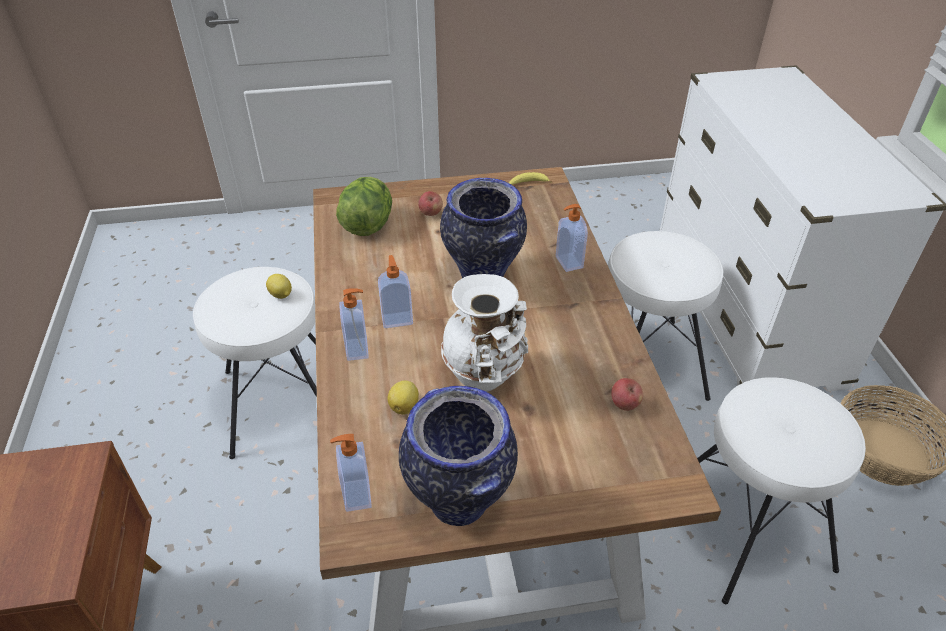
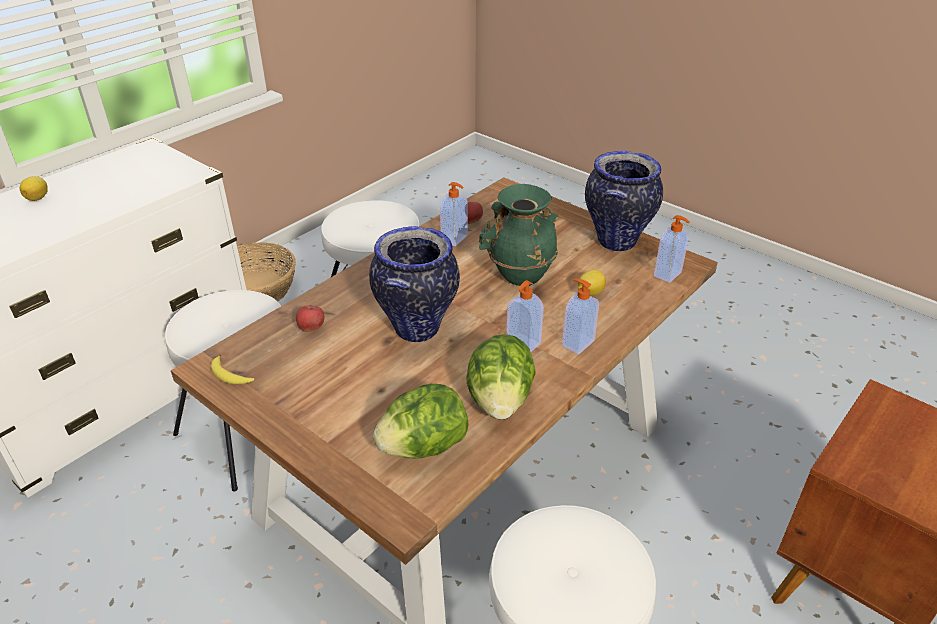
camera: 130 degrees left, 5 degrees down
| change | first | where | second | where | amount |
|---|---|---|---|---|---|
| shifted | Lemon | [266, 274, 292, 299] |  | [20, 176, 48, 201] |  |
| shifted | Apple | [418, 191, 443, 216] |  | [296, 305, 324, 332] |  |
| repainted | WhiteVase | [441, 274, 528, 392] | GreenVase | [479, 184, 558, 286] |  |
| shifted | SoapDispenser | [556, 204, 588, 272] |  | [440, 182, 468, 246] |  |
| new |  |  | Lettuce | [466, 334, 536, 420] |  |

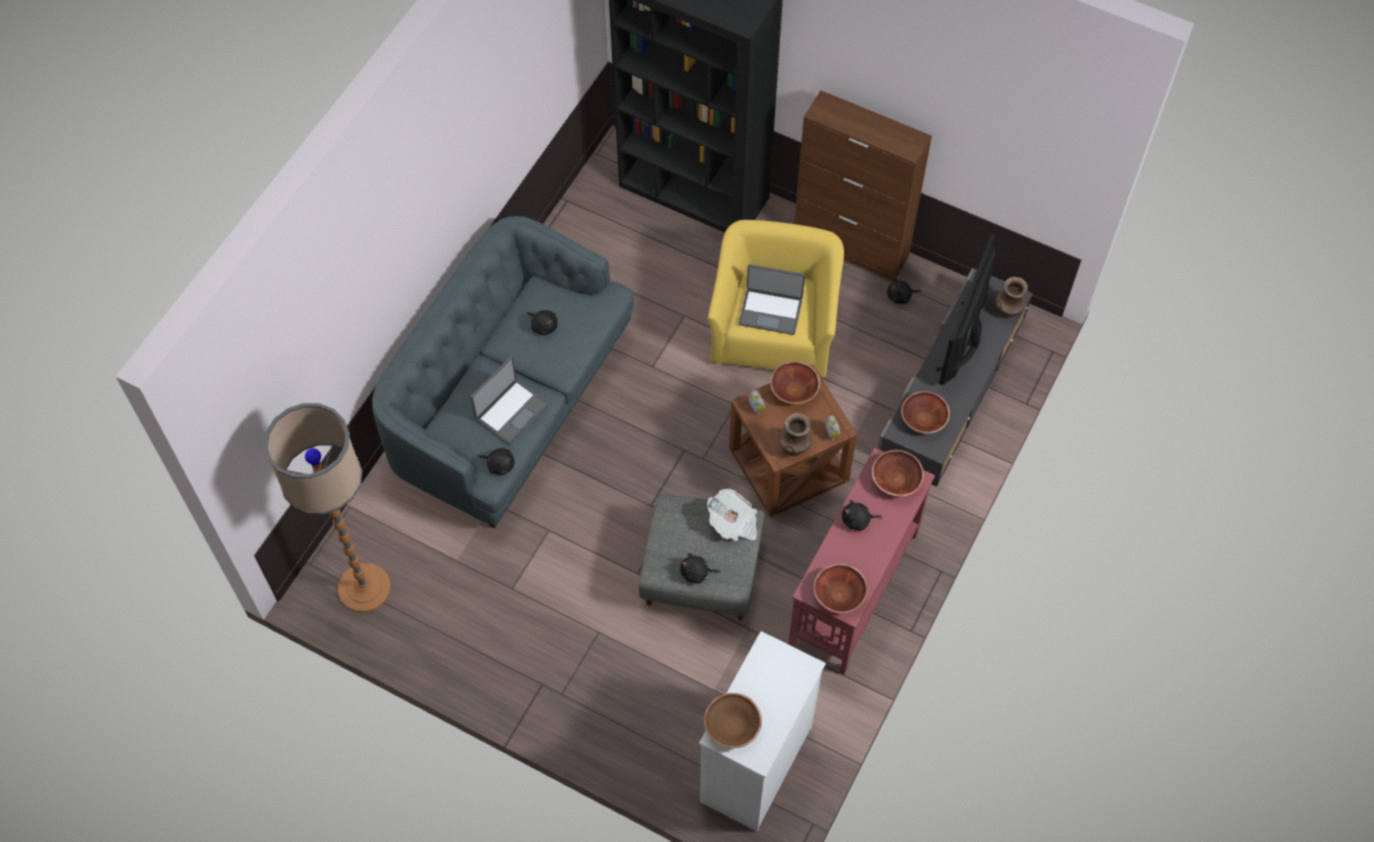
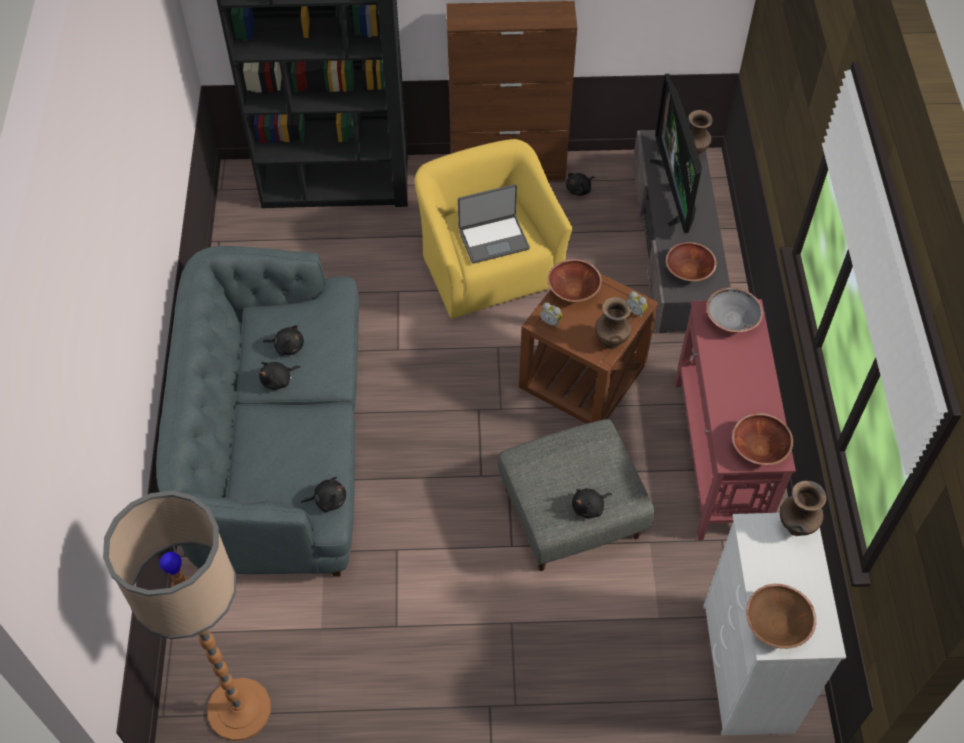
camera: 30 degrees left, 5 degrees down
| change | first | where | second | where | amount |
|---|---|---|---|---|---|
| gone | Laptop | [471, 357, 549, 445] |  |  |  |
| gone | Newspaper | [707, 489, 757, 541] |  |  |  |
| shifted | BlackPlushToy | [842, 500, 882, 531] |  | [259, 362, 300, 390] |  |
| repainted | BrownBowl | [872, 450, 924, 497] | GreyBowl | [706, 287, 763, 332] |  |
| new |  |  | BrownVase | [780, 481, 827, 536] |  |

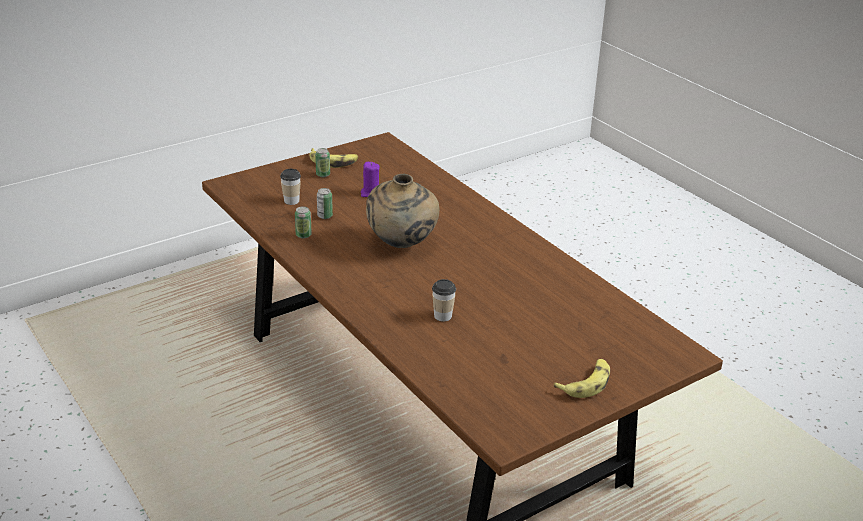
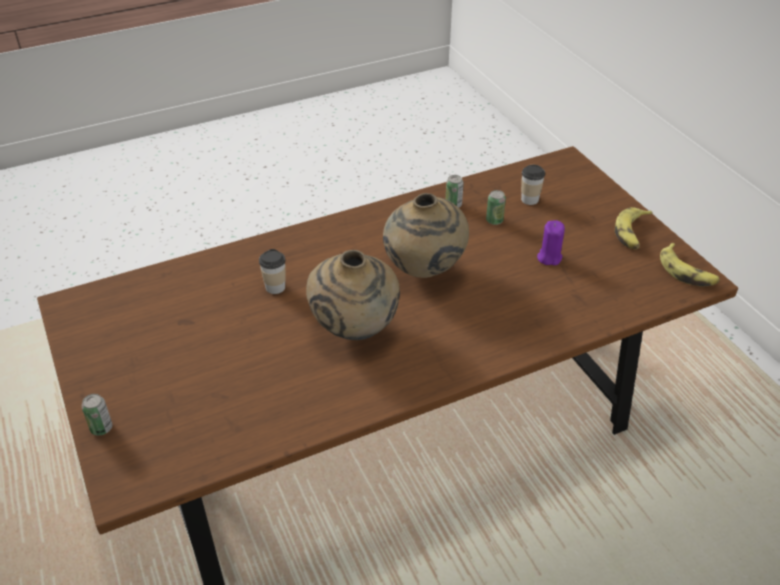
camera: 100 degrees right, 10 degrees up
| change | first | where | second | where | amount |
|---|---|---|---|---|---|
| shifted | Can | [315, 148, 330, 177] |  | [82, 394, 113, 436] |  |
| shifted | Banana | [554, 359, 610, 398] |  | [660, 243, 720, 286] |  |
| new |  |  | BeigeVase | [306, 250, 400, 340] |  |

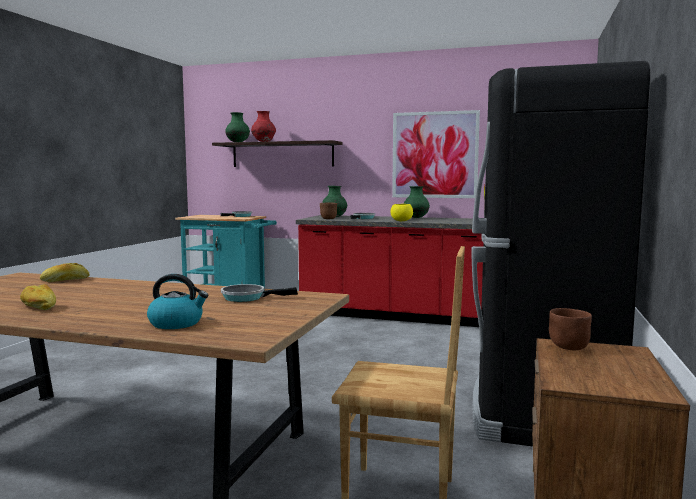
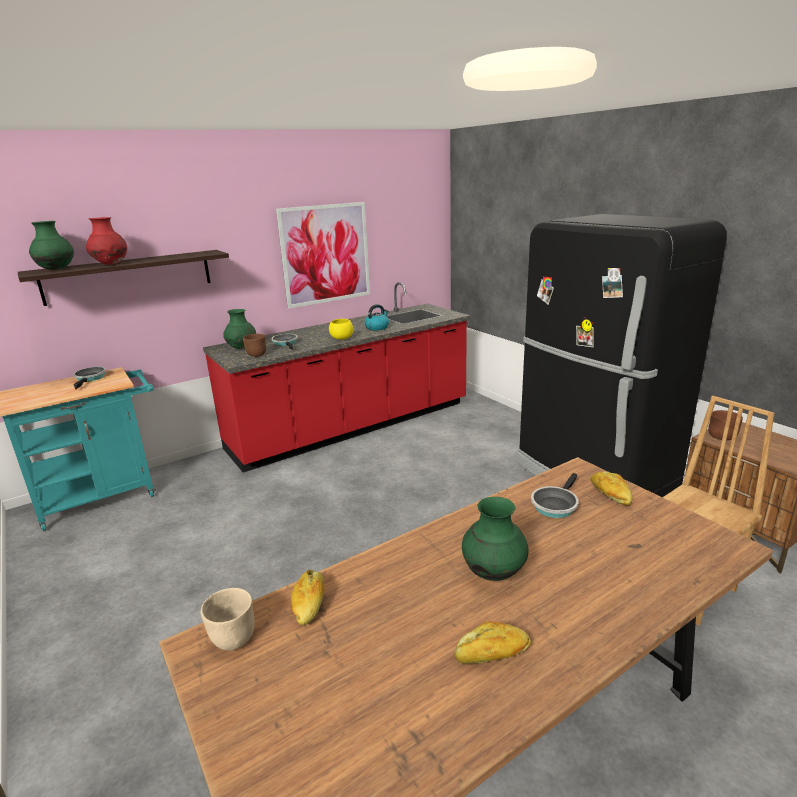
camera: 50 degrees left, 15 degrees up
| change | first | where | second | where | amount |
|---|---|---|---|---|---|
| shifted | Kettle | [147, 274, 208, 329] |  | [364, 304, 389, 330] |  |
| shifted | GreenVase | [404, 186, 430, 218] |  | [462, 497, 529, 581] |  |
| new |  |  | BeigeBowl | [201, 588, 254, 650] |  |
| new |  |  | Bread | [591, 471, 633, 505] |  |

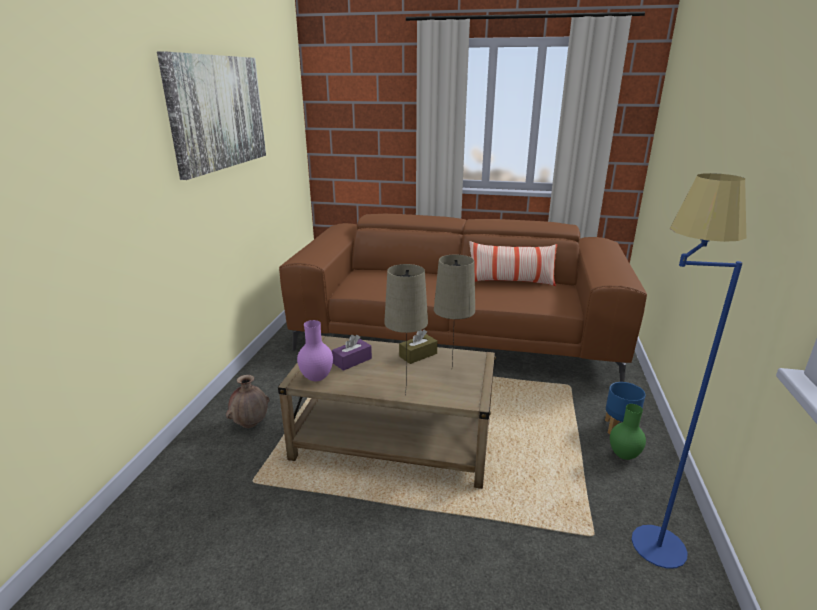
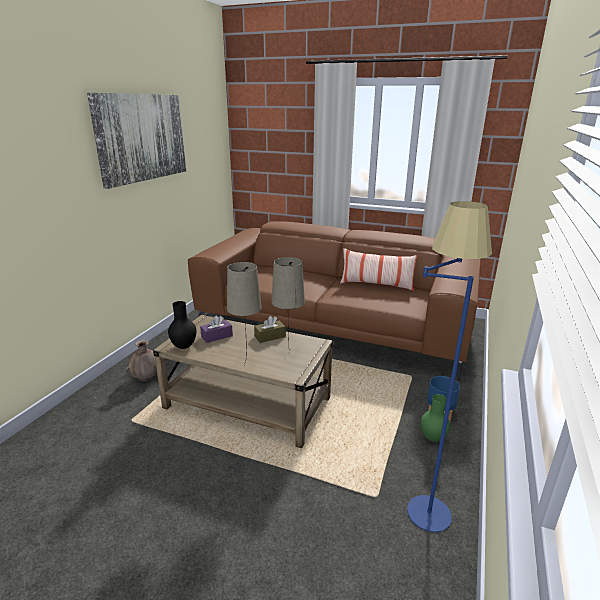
camera: 10 degrees right, 0 degrees up
| change | first | where | second | where | amount |
|---|---|---|---|---|---|
| repainted | PurpleVase | [297, 320, 333, 381] | BlackVase | [168, 301, 196, 349] |  |

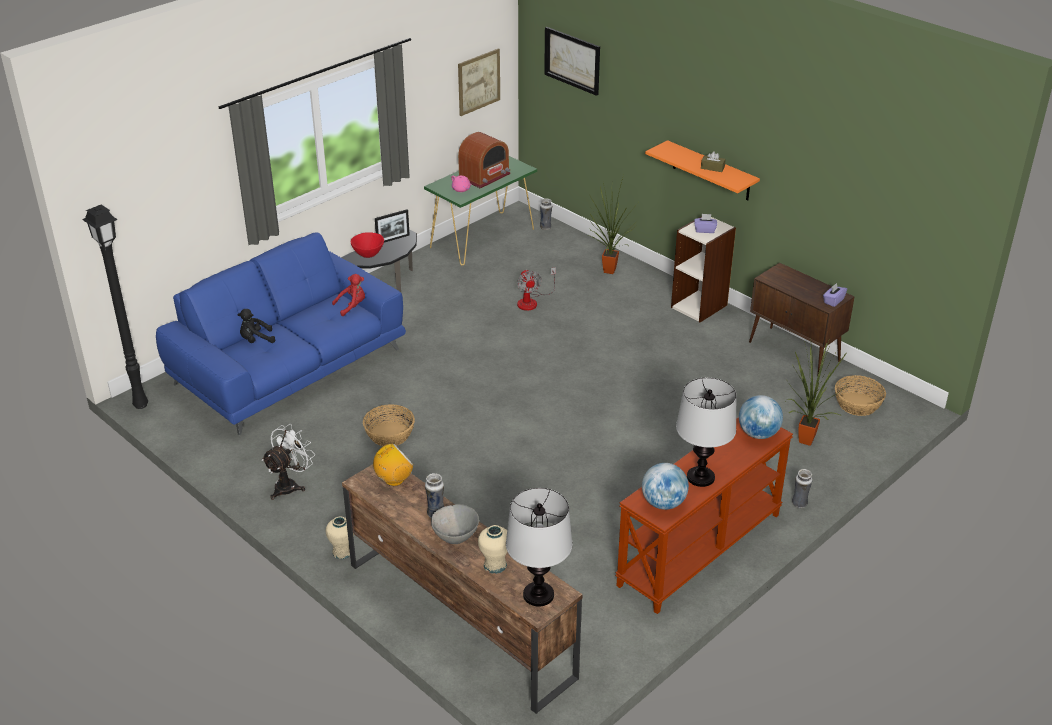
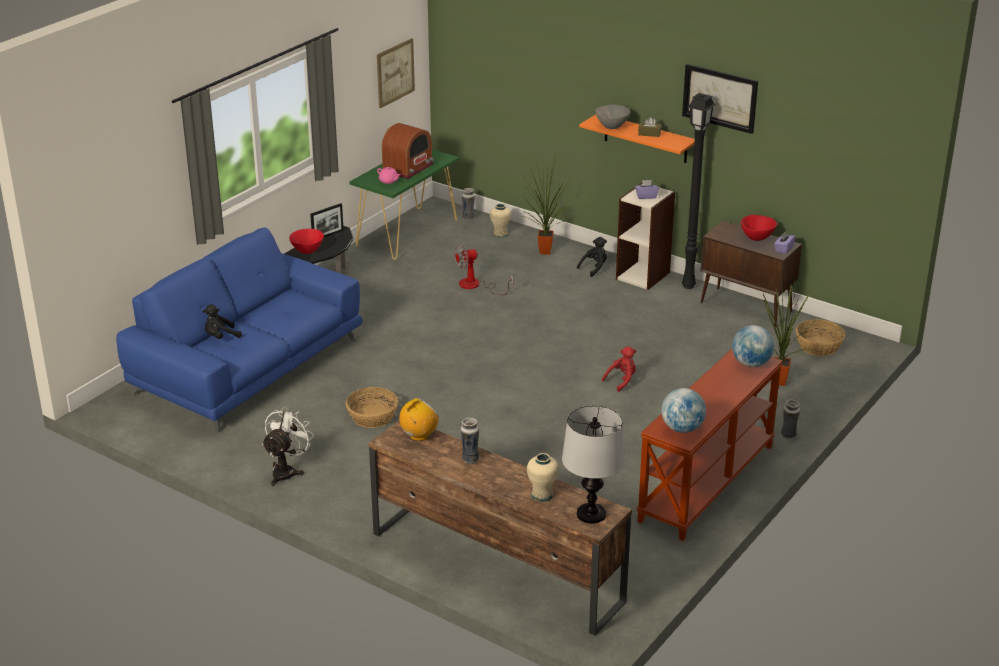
camera: 10 degrees left, 5 degrees down
| change | first | where | second | where | amount |
|---|---|---|---|---|---|
| shifted | BlackFloorLamp | [82, 205, 148, 409] |  | [682, 93, 717, 289] |  |
| shifted | BeigeVase | [326, 516, 354, 559] |  | [490, 204, 511, 238] |  |
| shifted | RedPlushToy | [332, 274, 365, 316] |  | [602, 346, 636, 392] |  |
| shifted | GreyBowl | [431, 504, 479, 544] |  | [595, 104, 630, 129] |  |
| rotated | Fan | [517, 267, 556, 311] |  | [454, 245, 513, 295] | 90 degrees clockwise |
| shifted | Picture | [544, 27, 600, 96] |  | [682, 64, 758, 134] |  |
| gone | TableLamp | [676, 377, 737, 487] |  |  |  |
| new |  |  | BlackPlushToy | [577, 237, 607, 277] |  |
| new |  |  | RedBowl | [741, 215, 777, 241] |  |

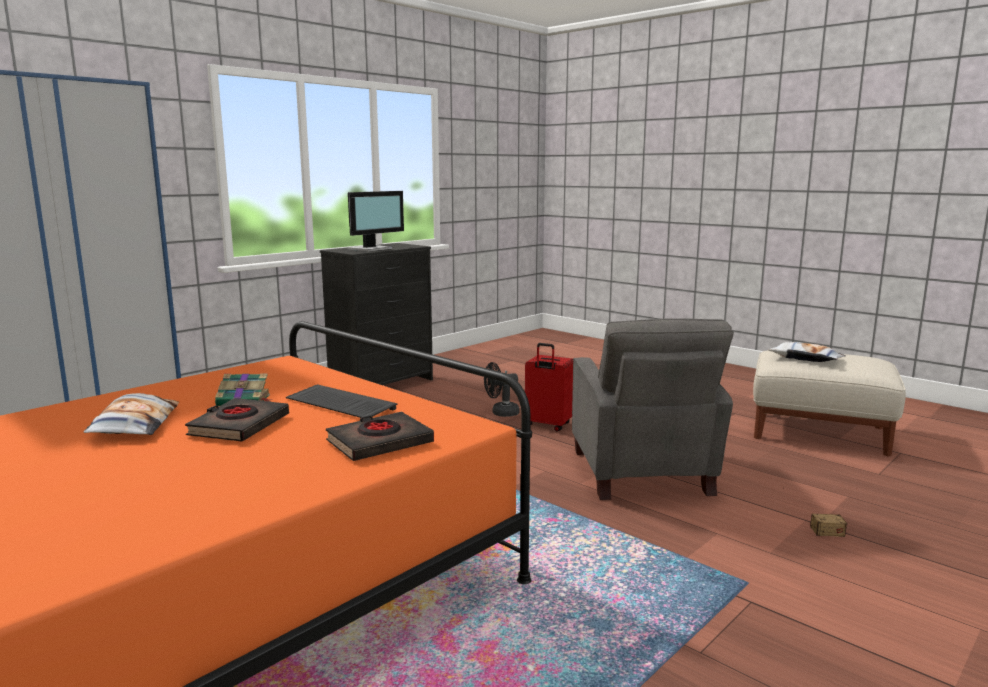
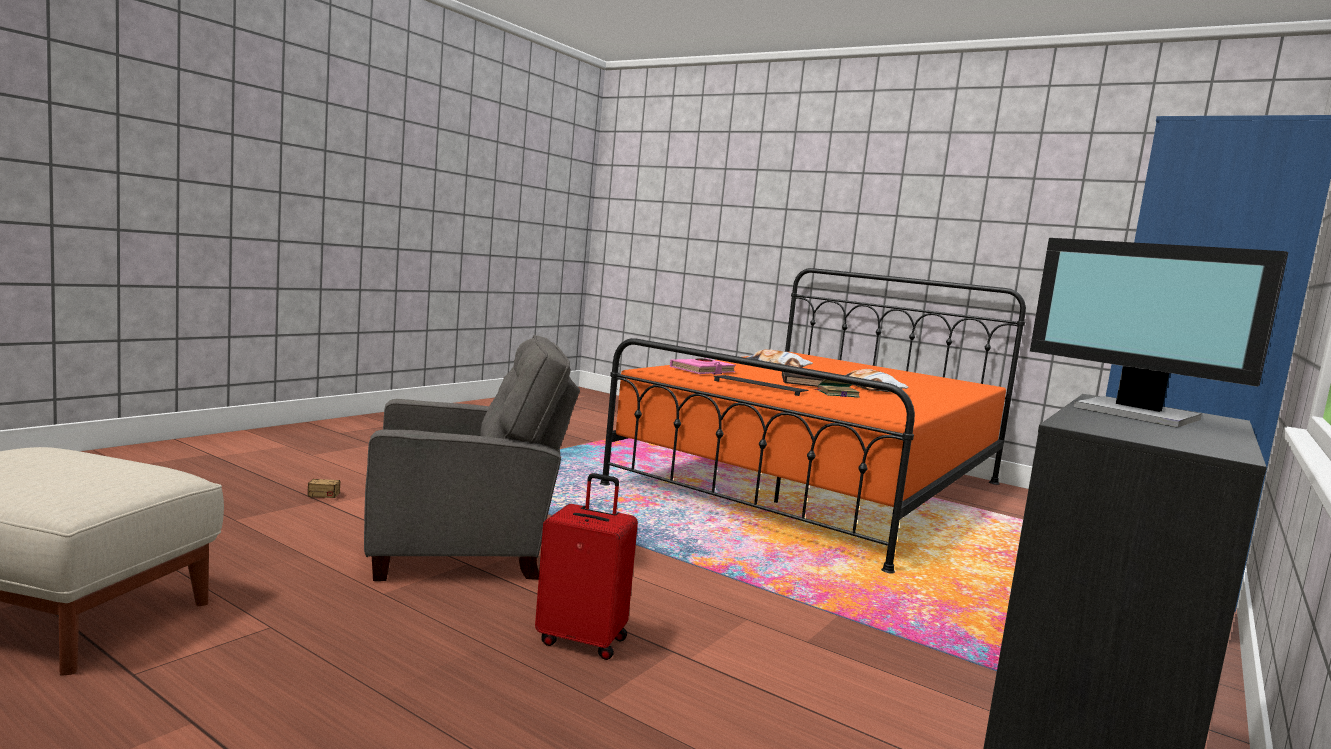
camera: 170 degrees right, 5 degrees down
| change | first | where | second | where | amount |
|---|---|---|---|---|---|
| repainted | BlackBook | [326, 412, 434, 461] | PinkBook | [670, 358, 736, 374] |  |
| rotated | Monitor | [347, 191, 404, 252] |  | [1030, 238, 1288, 428] | 75 degrees counterclockwise |
| gone | BlackFan | [484, 362, 520, 417] |  |  |  |
| rotated | GreyArmchair | [572, 318, 734, 500] |  | [364, 335, 580, 581] | 90 degrees clockwise |
| shifted | Pillow | [768, 342, 846, 362] |  | [746, 349, 813, 368] |  |

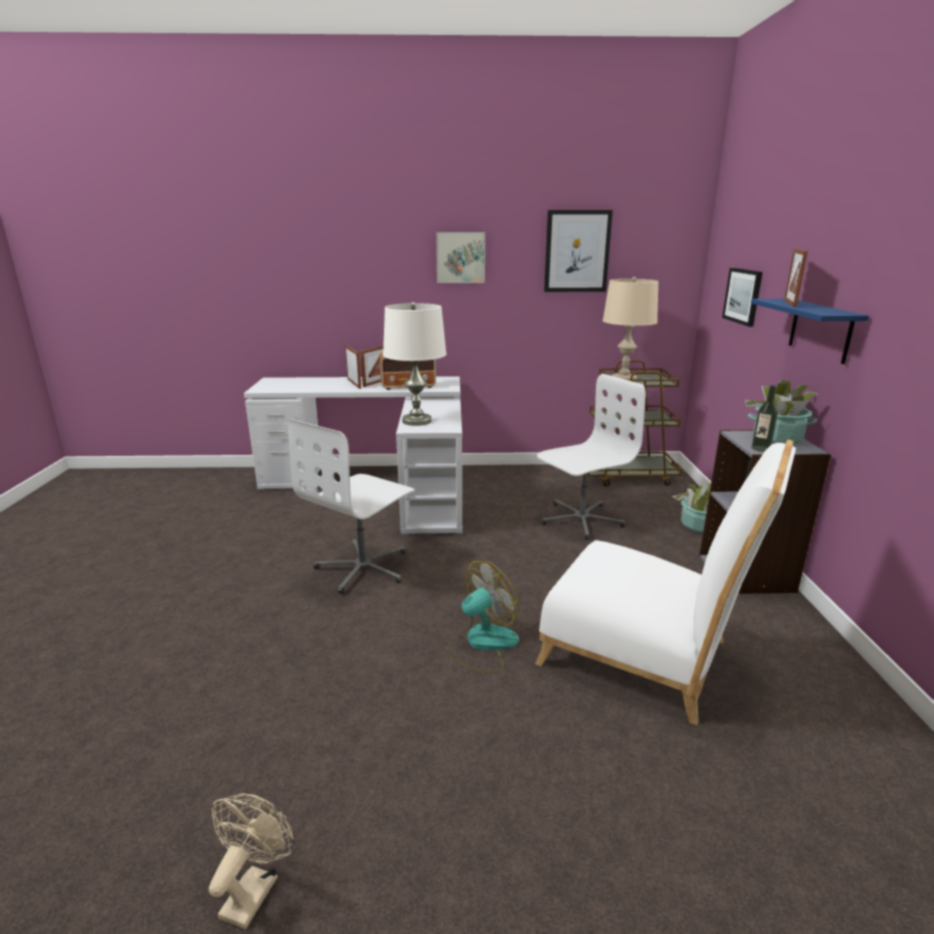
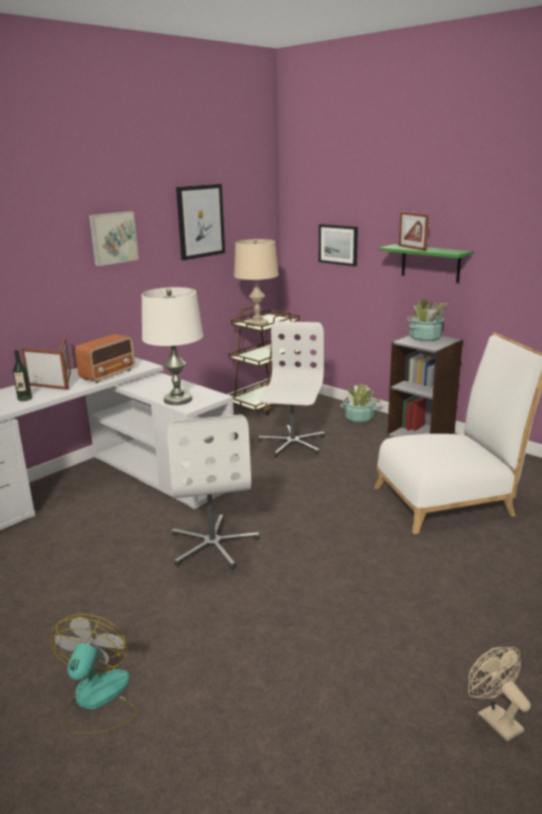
camera: 45 degrees left, 0 degrees up
| change | first | where | second | where | amount |
|---|---|---|---|---|---|
| shifted | Fan | [446, 561, 519, 673] |  | [51, 614, 137, 734] |  |
| repainted | BlueShelf | [751, 299, 869, 364] | GreenShelf | [379, 244, 473, 283] |  |
| shifted | Bottle | [751, 385, 778, 452] |  | [13, 350, 32, 401] |  |

